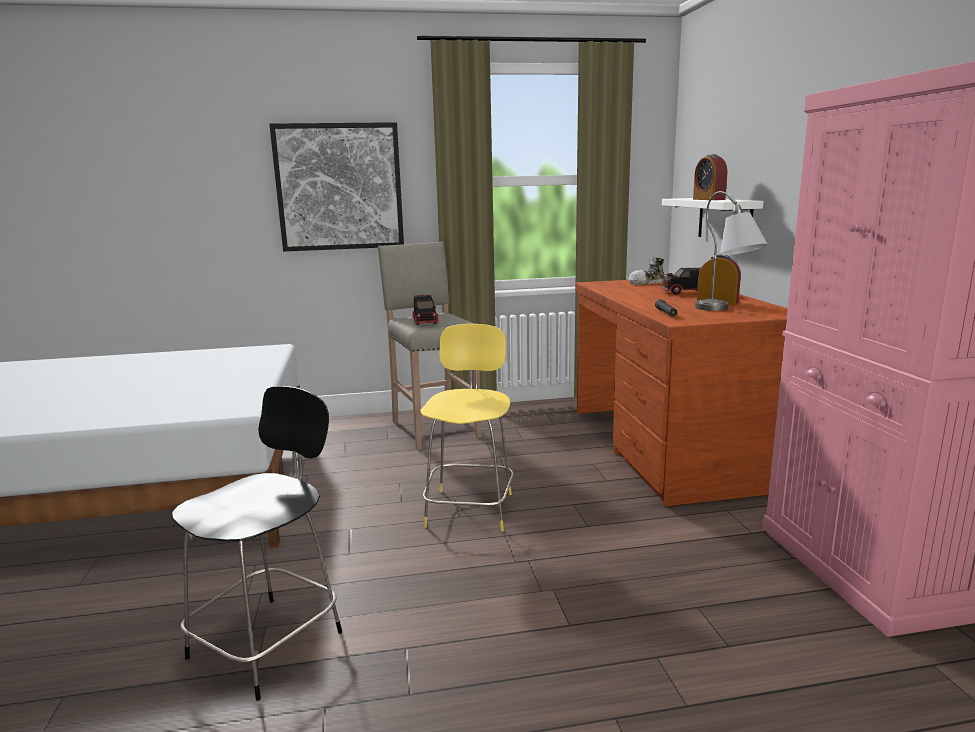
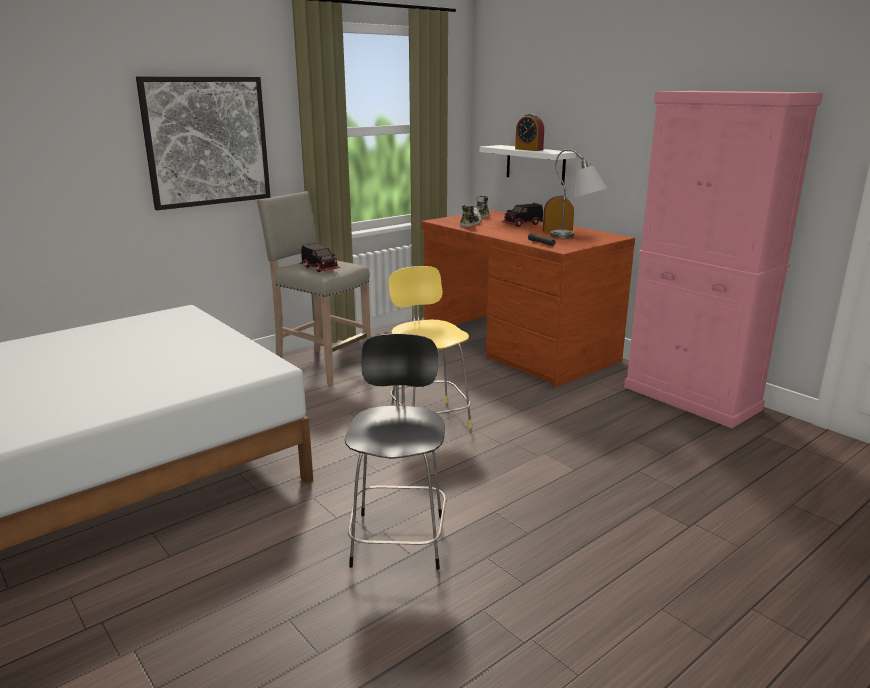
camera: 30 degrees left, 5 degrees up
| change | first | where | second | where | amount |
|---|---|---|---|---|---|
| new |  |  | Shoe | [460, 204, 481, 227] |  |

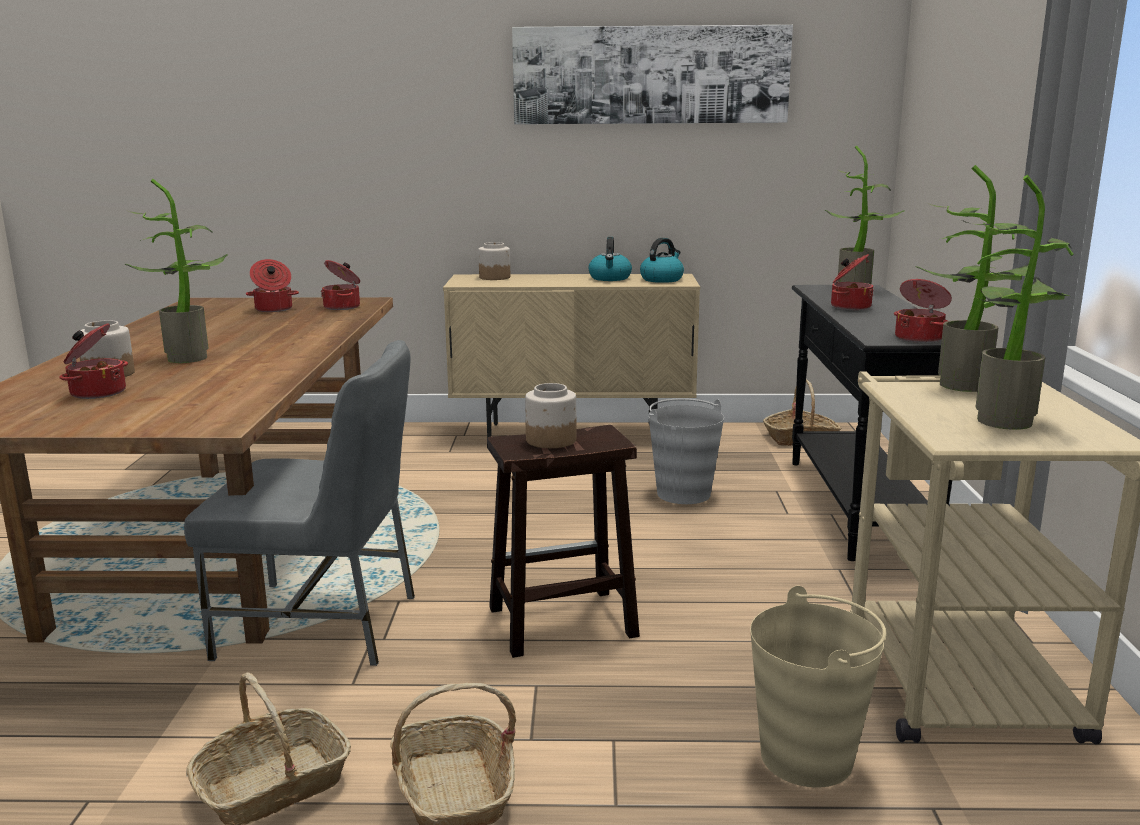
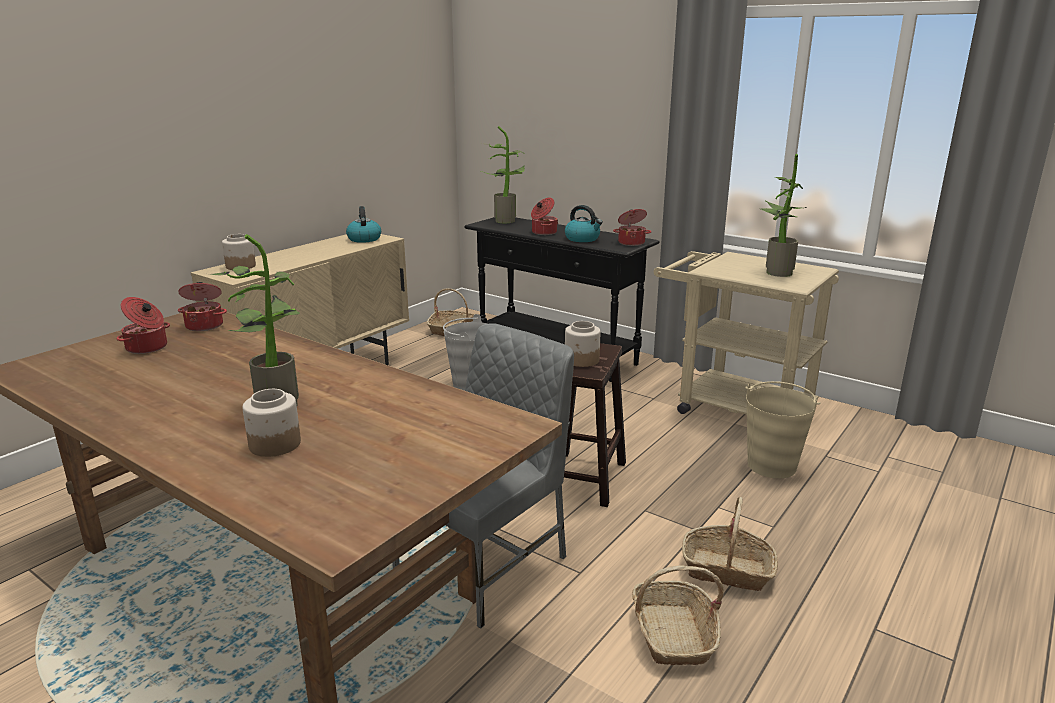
camera: 55 degrees left, 5 degrees up
| change | first | where | second | where | amount |
|---|---|---|---|---|---|
| gone | CookingPot | [59, 324, 128, 399] |  |  |  |
| gone | Picture | [512, 25, 793, 124] |  |  |  |
| shifted | Kettle | [589, 237, 632, 281] |  | [565, 205, 603, 242] |  |
| gone | PottedPlant | [915, 165, 1030, 392] |  |  |  |

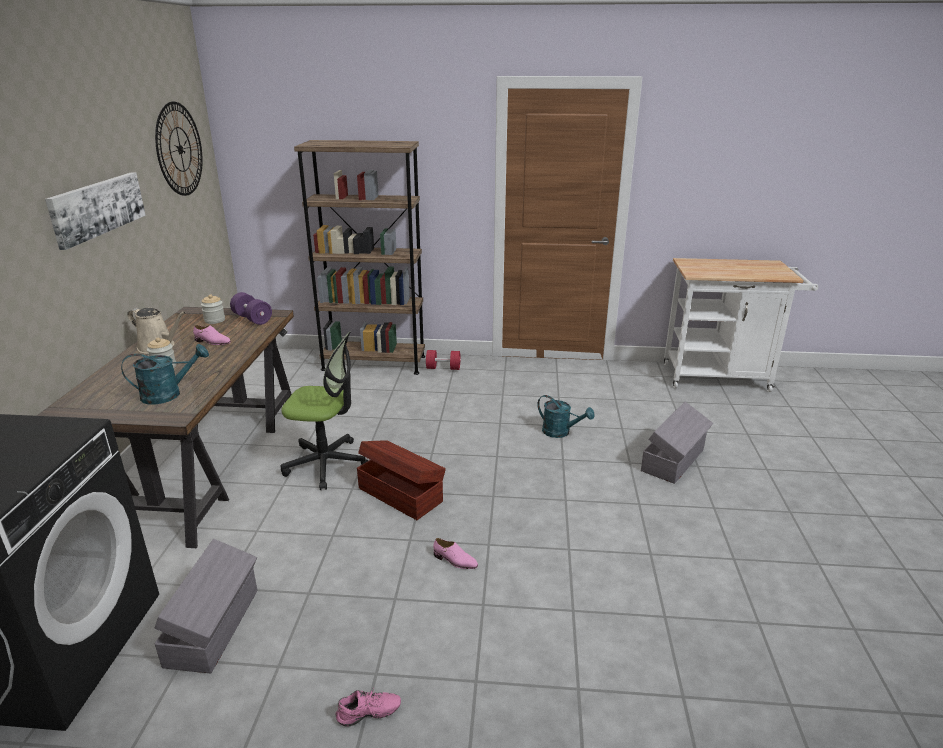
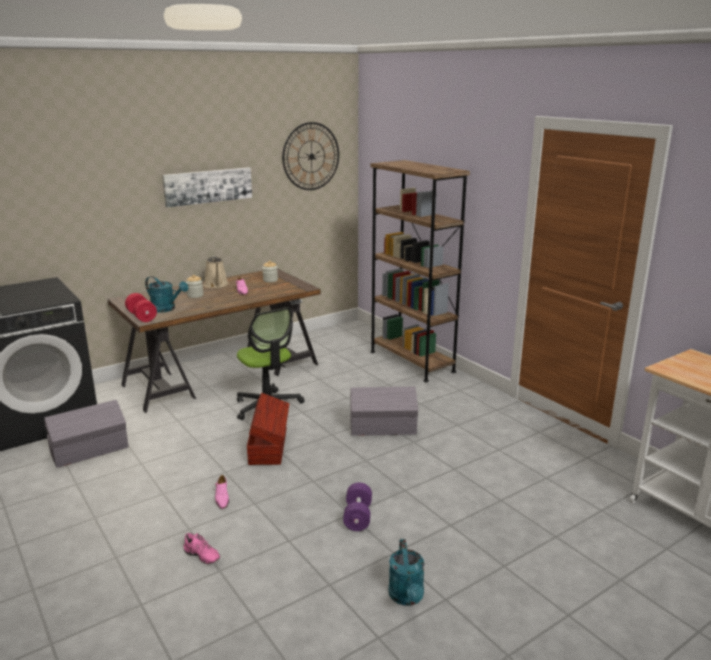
camera: 50 degrees right, 5 degrees down
| change | first | where | second | where | amount |
|---|---|---|---|---|---|
| shifted | PurpleDumbbell | [230, 292, 272, 325] |  | [343, 482, 372, 531] |  |
| shifted | PinkShoe | [335, 687, 401, 727] |  | [184, 533, 220, 564] |  |
| shifted | RedDumbbell | [426, 350, 461, 370] |  | [125, 293, 157, 322] |  |
| shifted | TurquoiseWateringCan | [537, 395, 595, 438] |  | [389, 539, 425, 606] |  |
| shifted | GreyStorageBox | [641, 402, 713, 484] |  | [350, 387, 418, 436] |  |

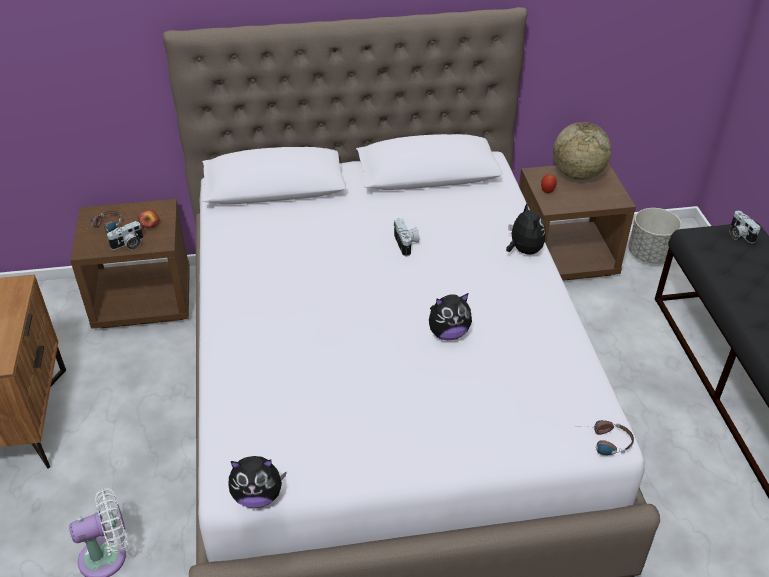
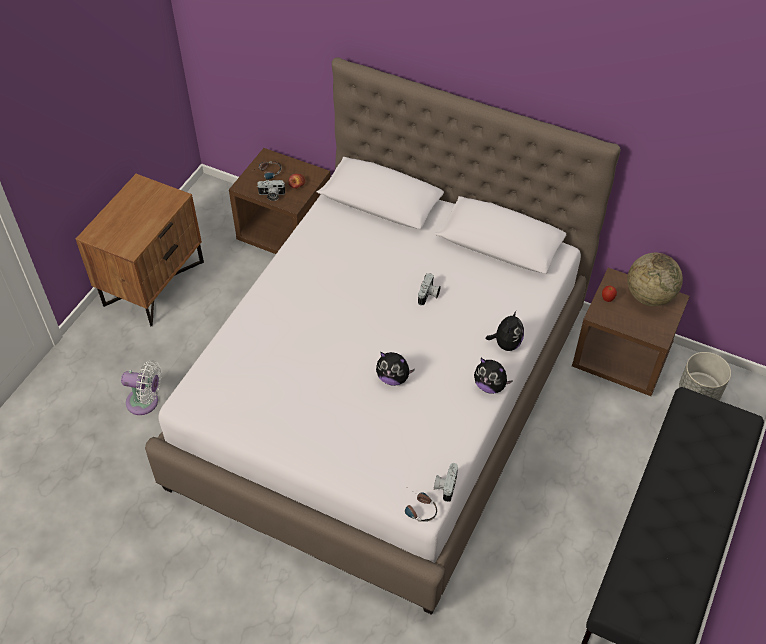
camera: 35 degrees right, 10 degrees up
| change | first | where | second | where | amount |
|---|---|---|---|---|---|
| shifted | PlushToy | [228, 456, 287, 508] |  | [474, 358, 513, 394] |  |
| shifted | PhotoCamera | [730, 211, 760, 243] |  | [434, 463, 458, 502] |  |

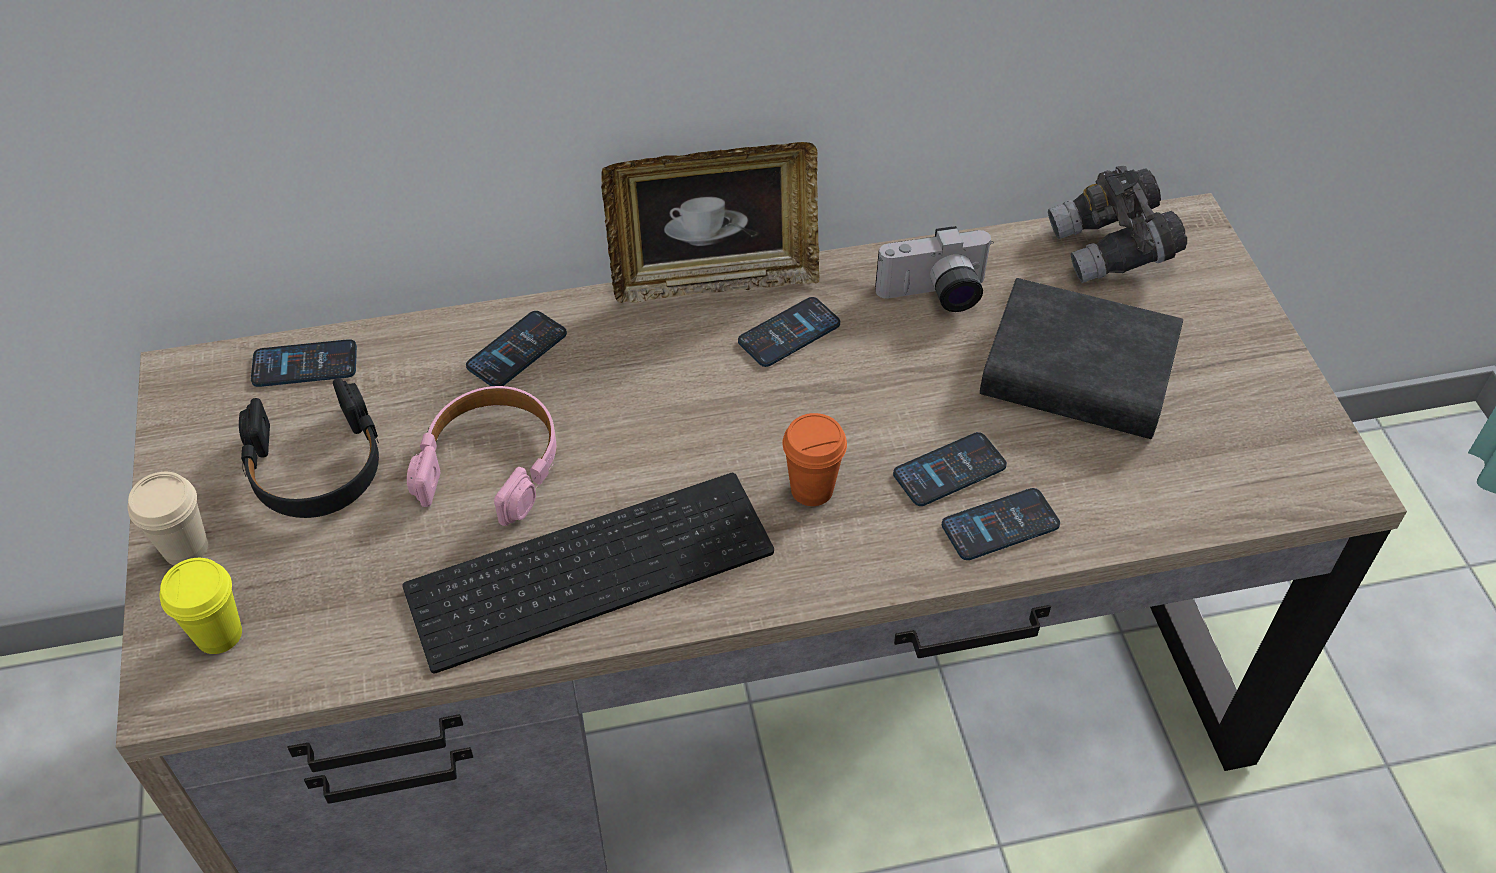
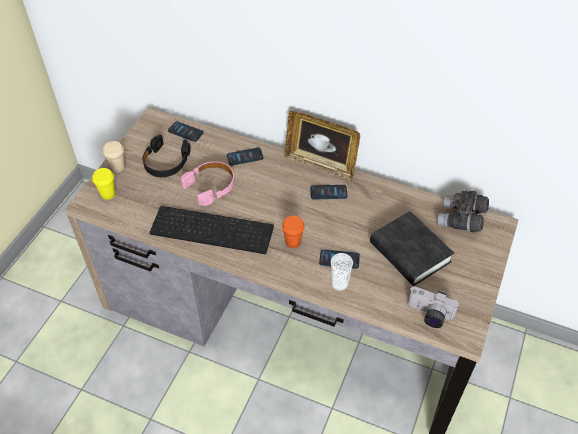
camera: 35 degrees right, 0 degrees up
| change | first | where | second | where | amount |
|---|---|---|---|---|---|
| shifted | PhotoCamera | [875, 226, 994, 312] |  | [407, 286, 459, 328] |  |
| swapped | Phone | [942, 488, 1060, 560] | Cup | [331, 253, 353, 291] |  |

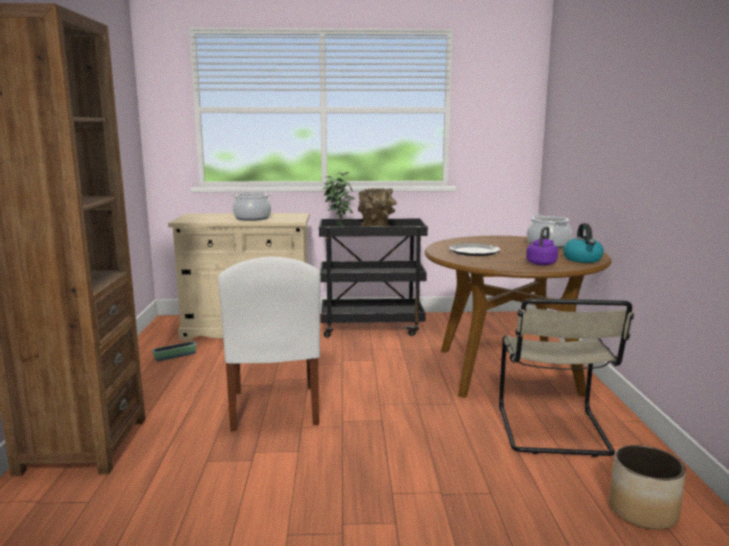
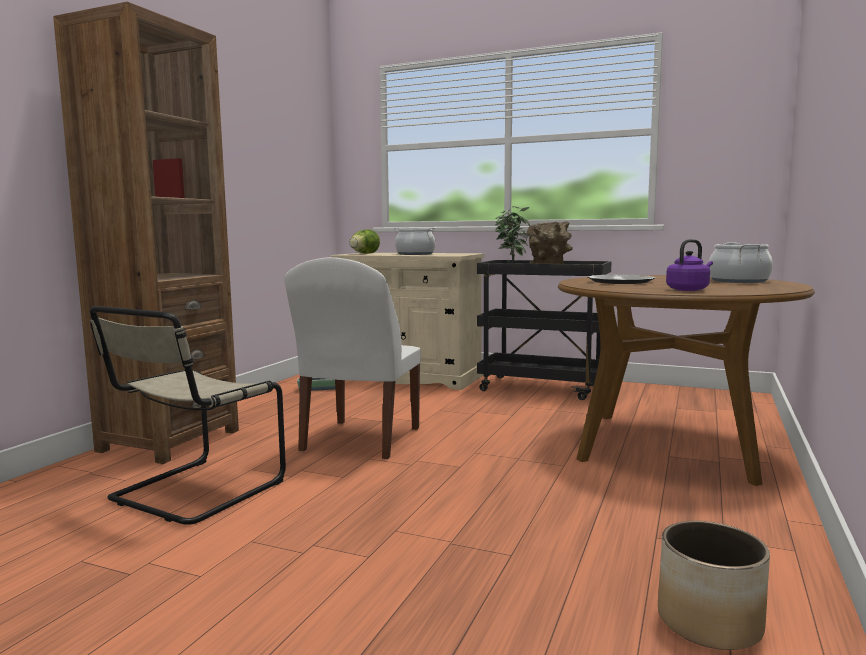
camera: 25 degrees right, 5 degrees down
| change | first | where | second | where | amount |
|---|---|---|---|---|---|
| shifted | BeigeChair | [499, 298, 634, 457] |  | [90, 306, 286, 525] |  |
| gone | Kettle | [563, 223, 604, 263] |  |  |  |
| new |  |  | Lettuce | [349, 229, 380, 254] |  |

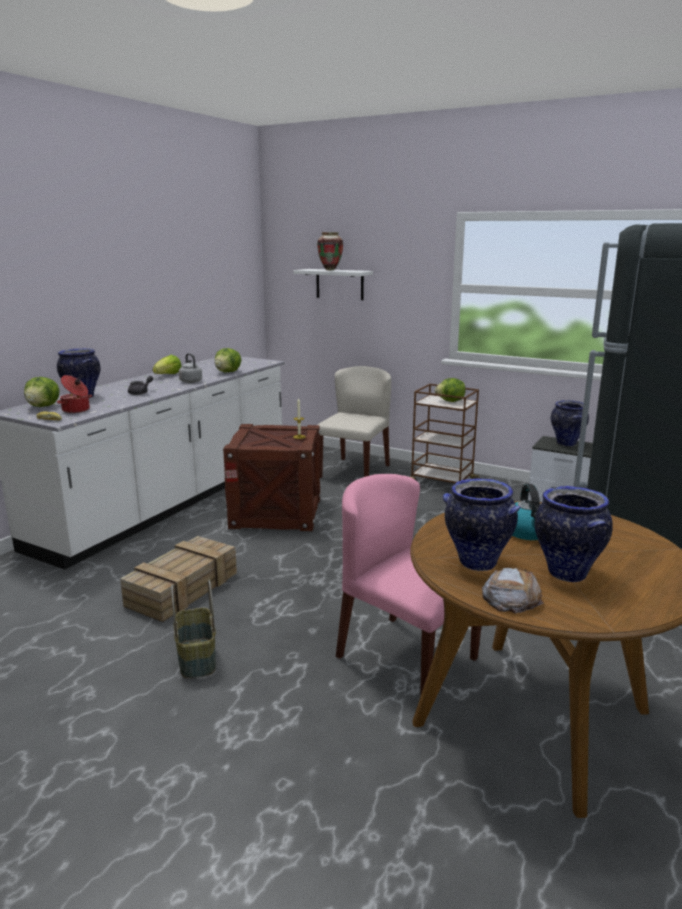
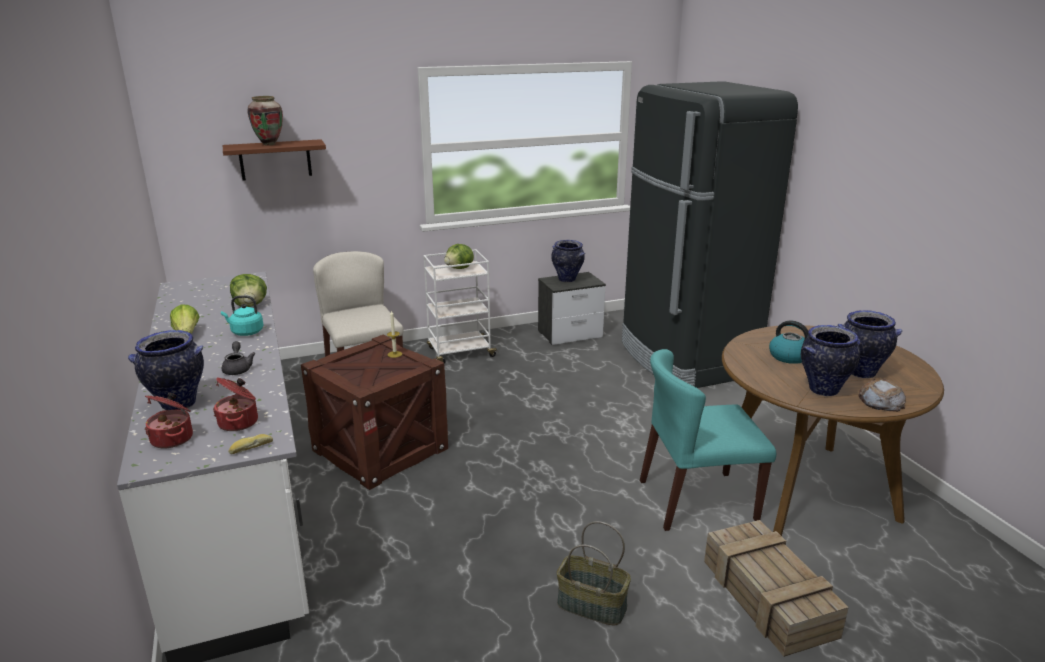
camera: 50 degrees left, 5 degrees up
| change | first | where | second | where | amount |
|---|---|---|---|---|---|
| swapped | Lettuce | [24, 377, 60, 407] | CookingPot | [145, 392, 193, 448] |  |
| shifted | Crate | [120, 536, 237, 622] |  | [704, 520, 849, 657] |  |
| repainted | GreyKettle | [179, 353, 202, 383] | TurquoiseKettle | [221, 295, 264, 336] |  |
| repainted | WhiteShelf | [293, 269, 373, 300] | BrownShelf | [223, 139, 326, 180] |  |
| repainted | PinkChair | [336, 474, 481, 697] | TurquoiseChair | [640, 349, 776, 531] |  |
| repainted | BrownCart | [410, 384, 481, 483] | WhiteCart | [423, 249, 499, 364] |  |

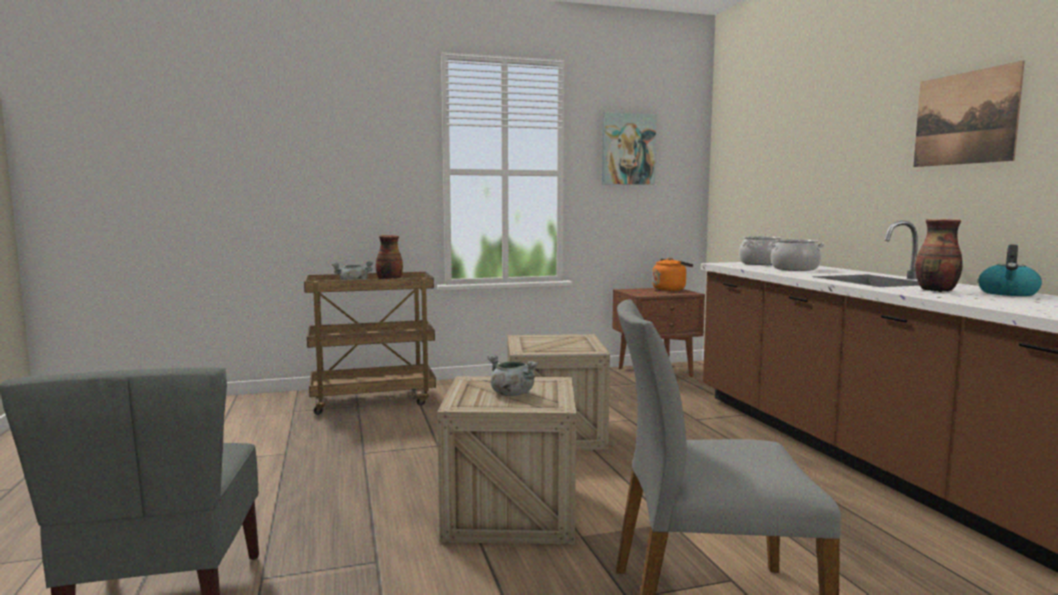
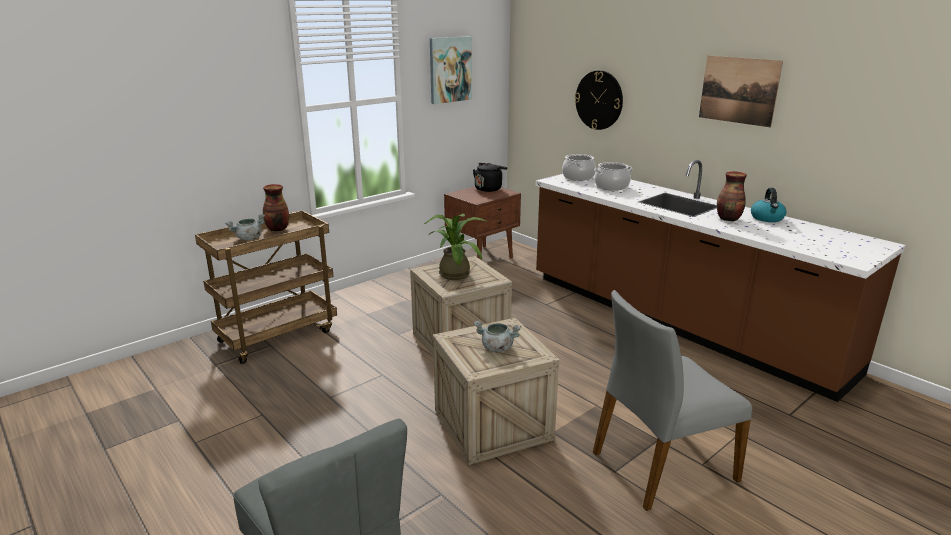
camera: 25 degrees left, 15 degrees up
| change | first | where | second | where | amount |
|---|---|---|---|---|---|
| repainted | OrangeKettle | [652, 258, 693, 291] | BlackKettle | [473, 163, 507, 192] |  |
| new |  |  | PottedPlant | [424, 214, 488, 280] |  |
| new |  |  | WallClock | [575, 70, 623, 130] |  |

